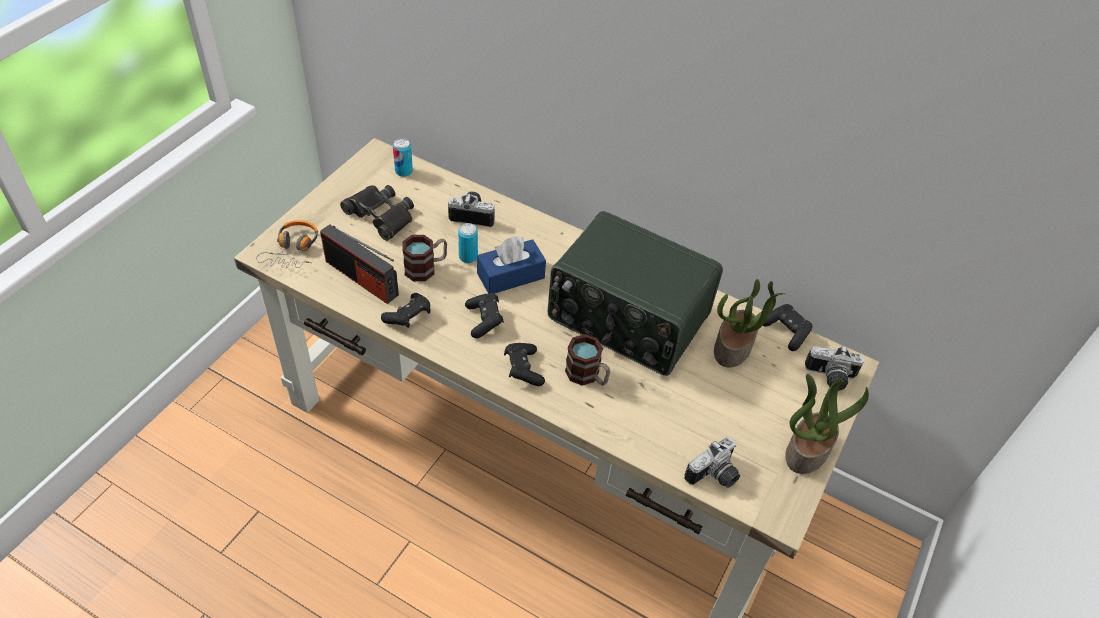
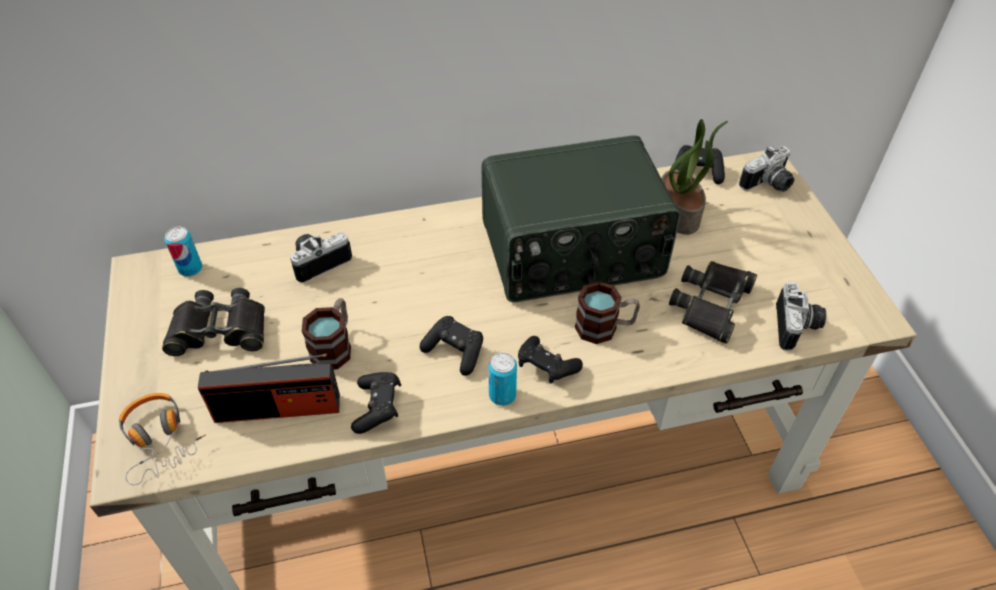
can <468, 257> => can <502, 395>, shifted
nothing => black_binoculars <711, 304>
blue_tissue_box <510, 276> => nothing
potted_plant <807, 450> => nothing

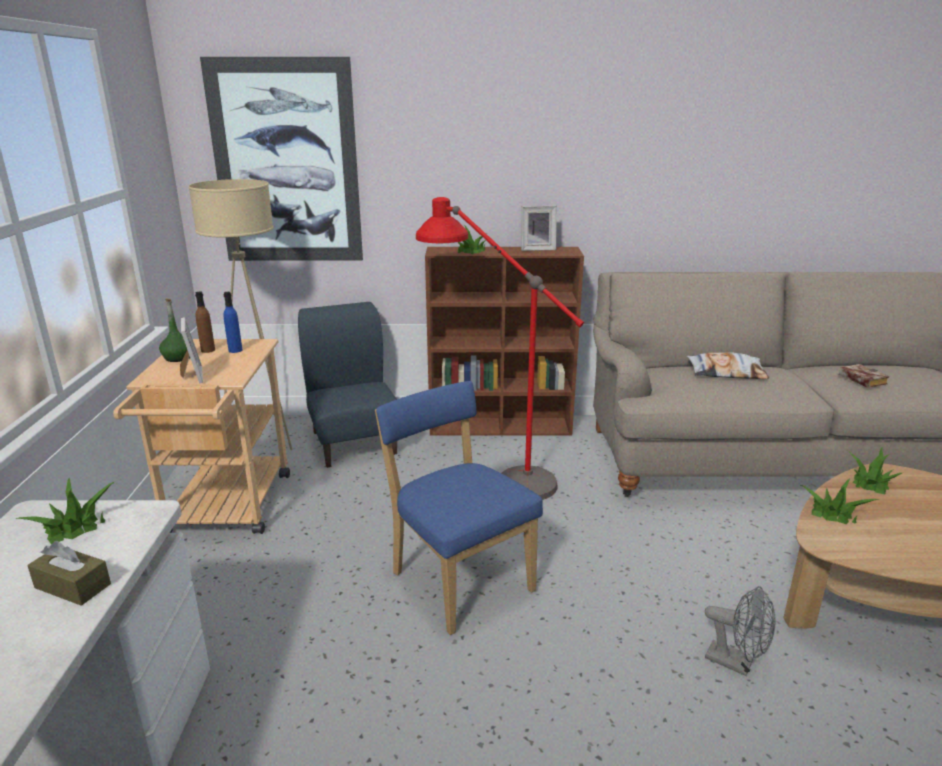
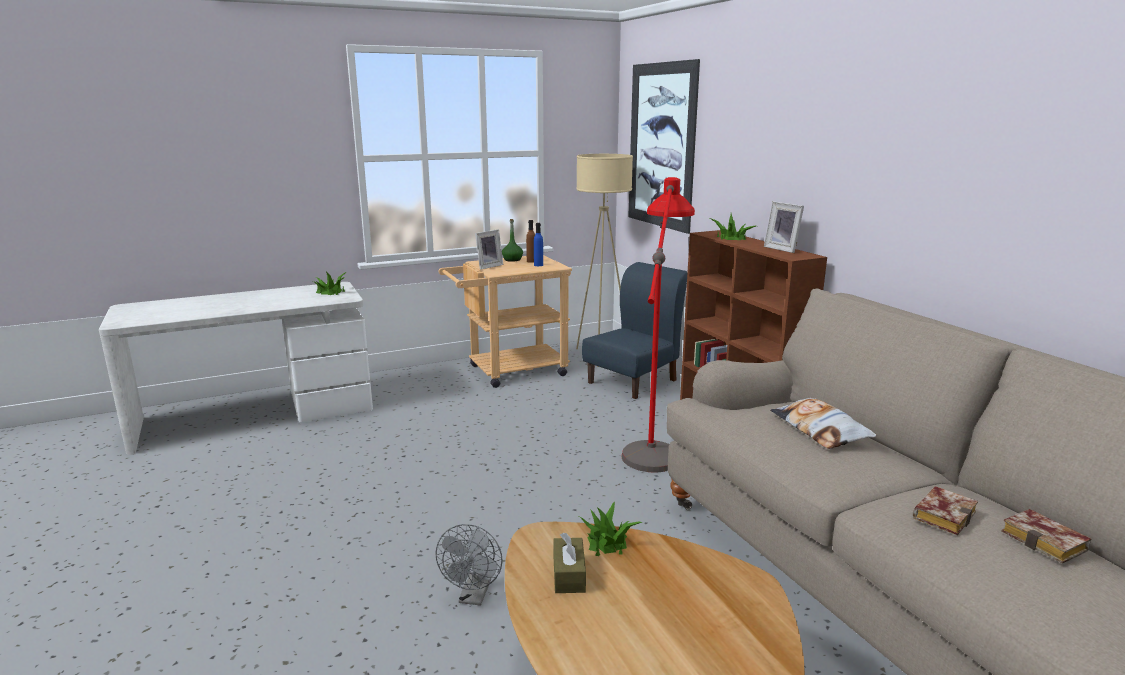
brown_tissue_box <73, 586> => brown_tissue_box <569, 575>, shifted
nothing => book <1047, 542>
blue_chair <458, 578> => nothing
potted_plant <871, 482> => nothing

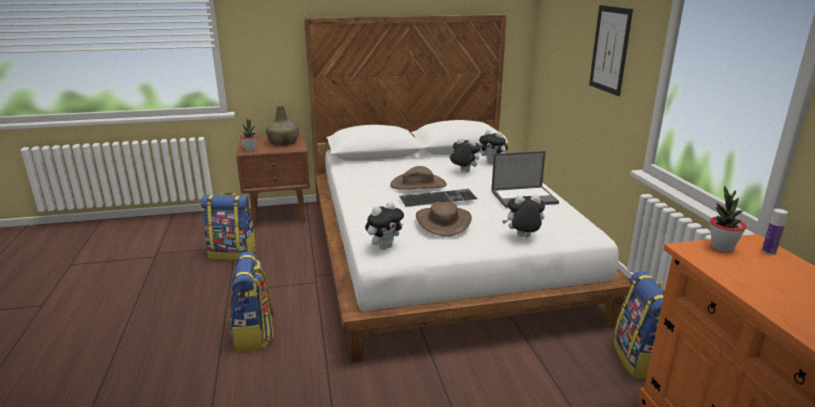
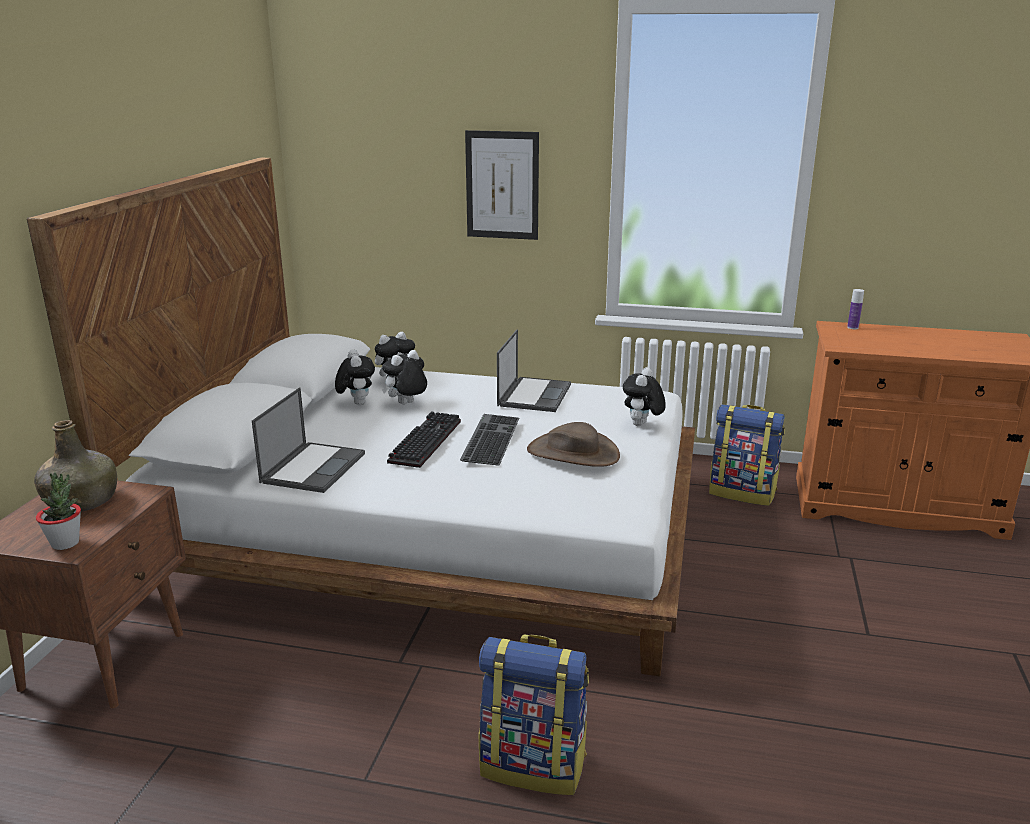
nothing => laptop <313, 467>
plush_toy <384, 247> => plush_toy <356, 403>, shifted
brown_hat <418, 185> => keyboard <424, 440>
backpack <233, 253> => nothing
potted_plant <721, 247> => nothing

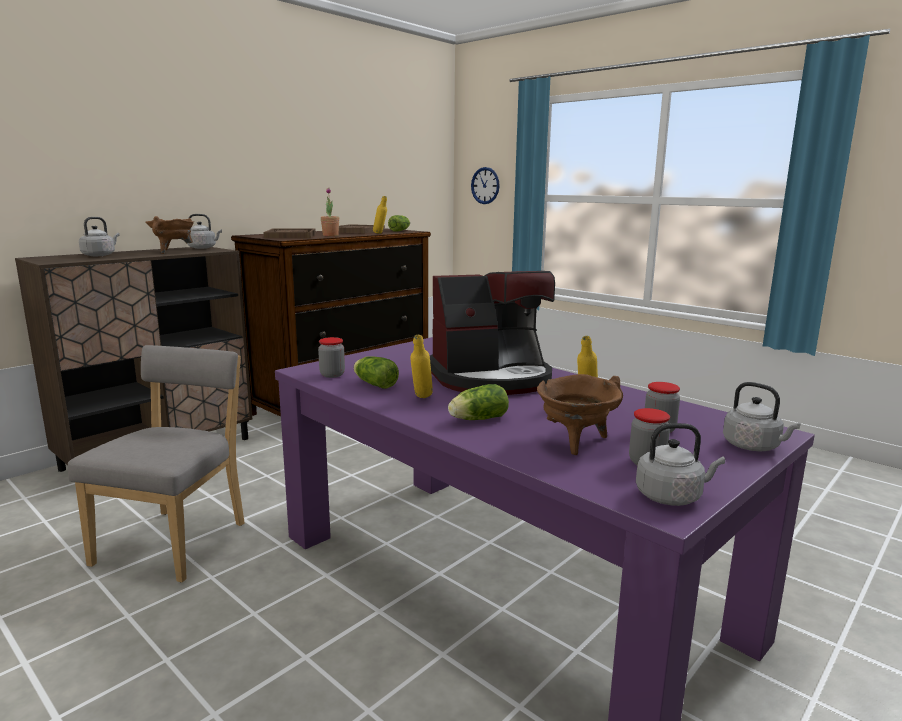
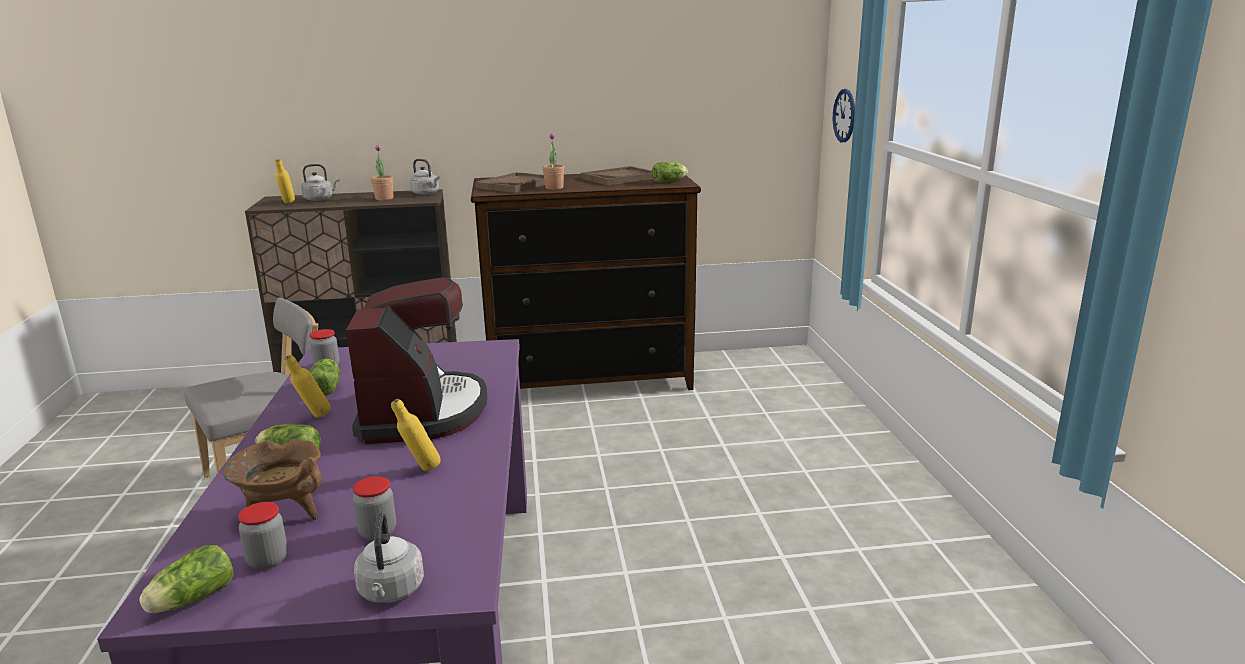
grey_kettle <671, 496> => lettuce <190, 600>
yellow_bottle <380, 233> => yellow_bottle <287, 204>, shifted
coffee_machine <491, 378> => coffee_machine <421, 412>, 120 degrees counterclockwise
brown_cooking_pot <173, 251> => potted_plant <384, 198>

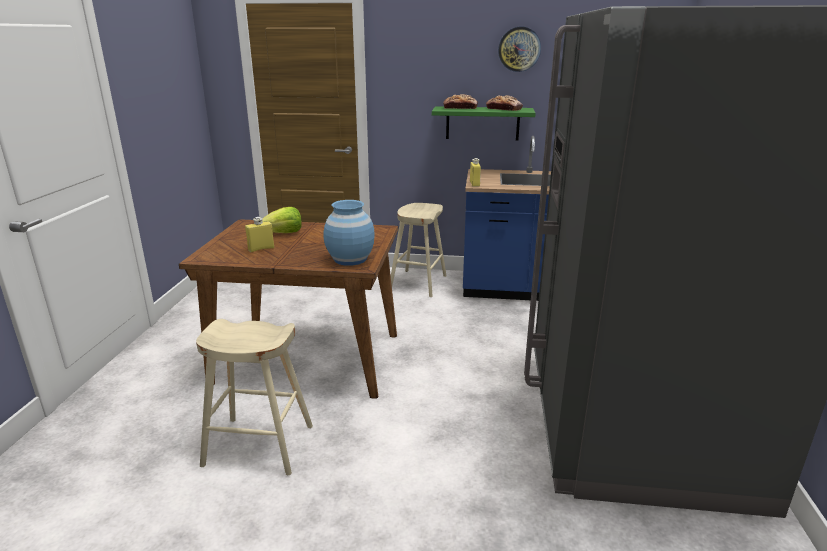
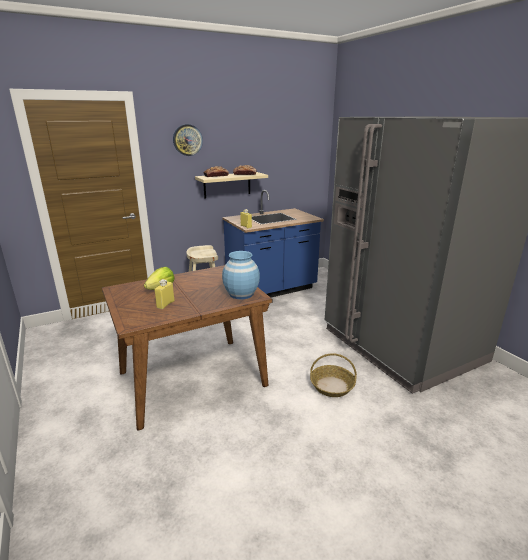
wall_clock <519, 49> => wall_clock <187, 140>, shifted
green_shelf <482, 123> => beige_shelf <227, 185>
nothing => basket <332, 386>
beige_stool <259, 445> => nothing

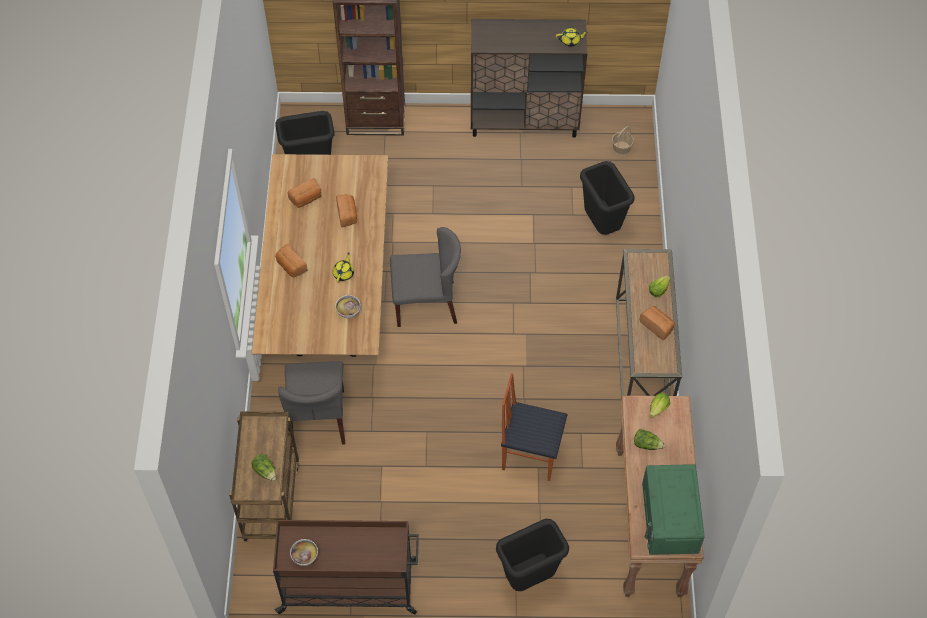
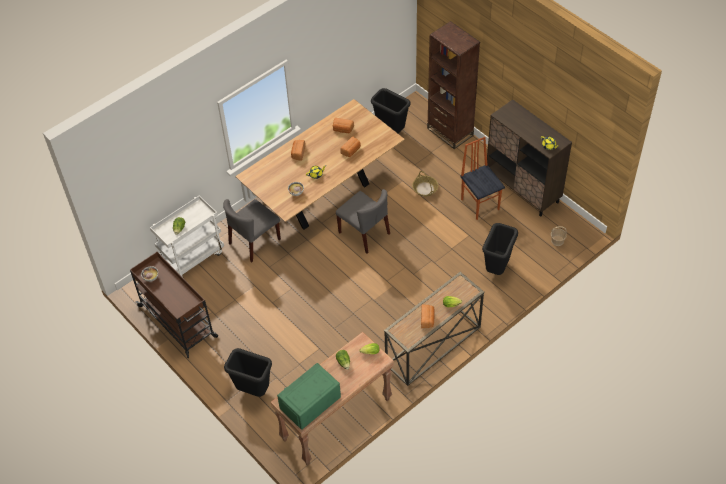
brown_cart <270, 500> => white_cart <193, 258>
nothing => basket <425, 189>
chair <530, 455> => chair <480, 204>, shifted

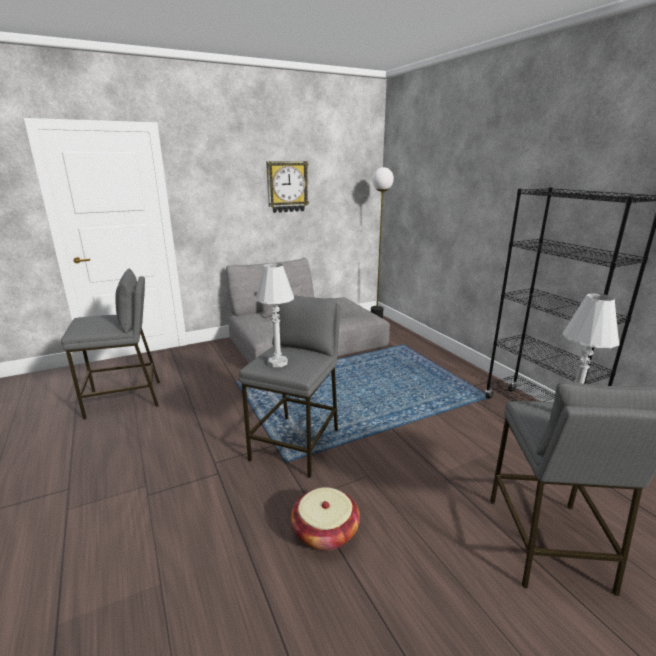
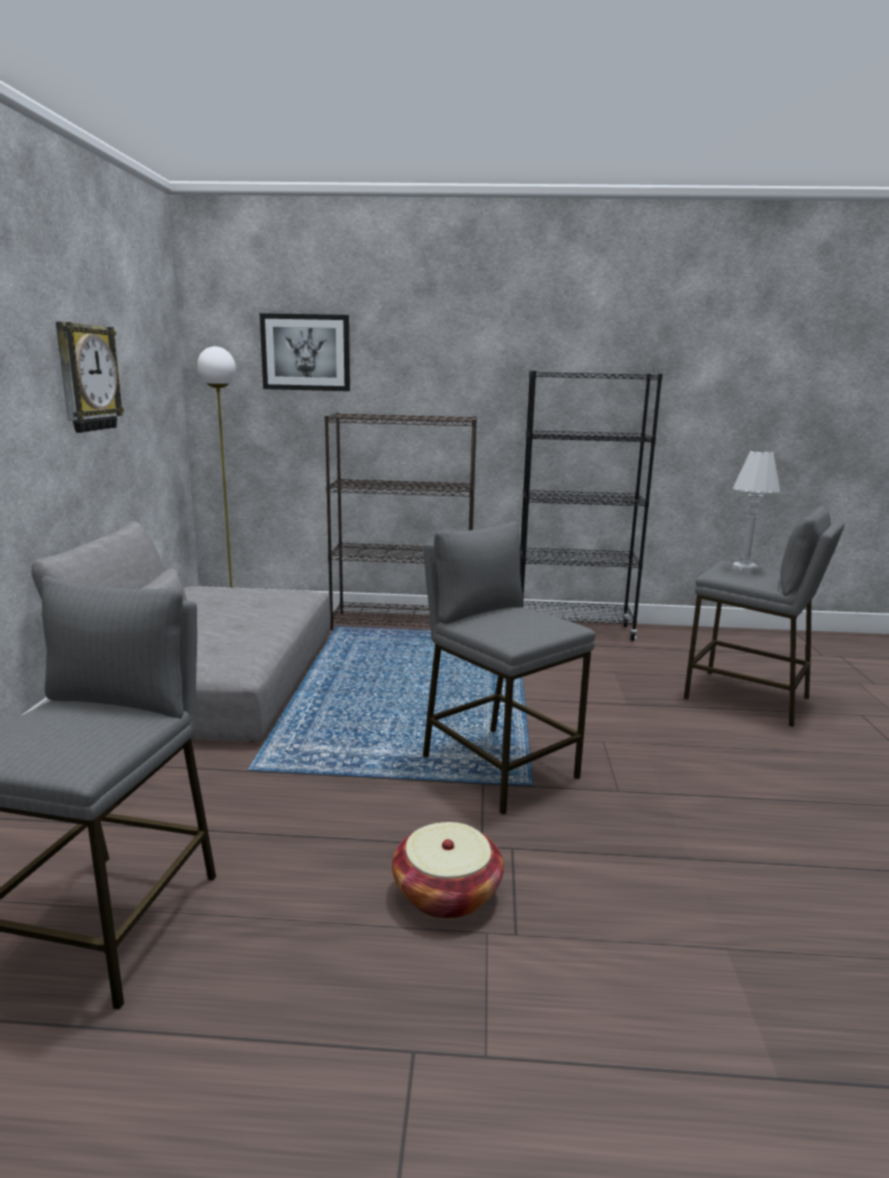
nothing => picture <306, 352>
nothing => black_bookcase <403, 624>
basket <325, 532> => basket <447, 893>, shifted
white_table_lamp <277, 363> => nothing

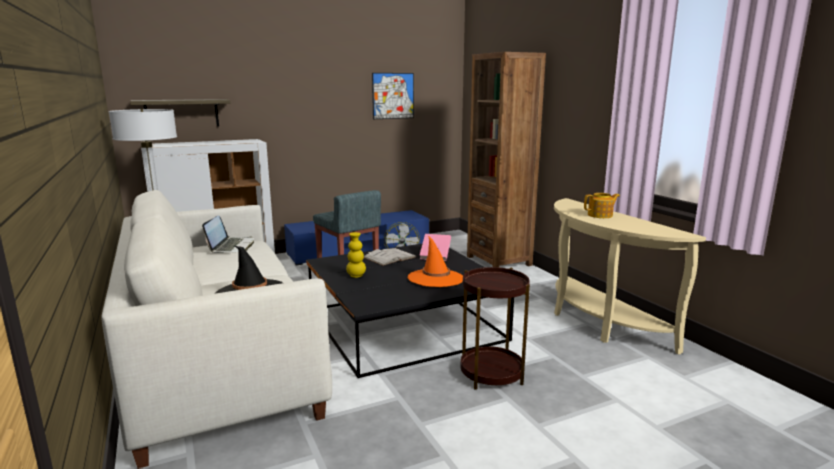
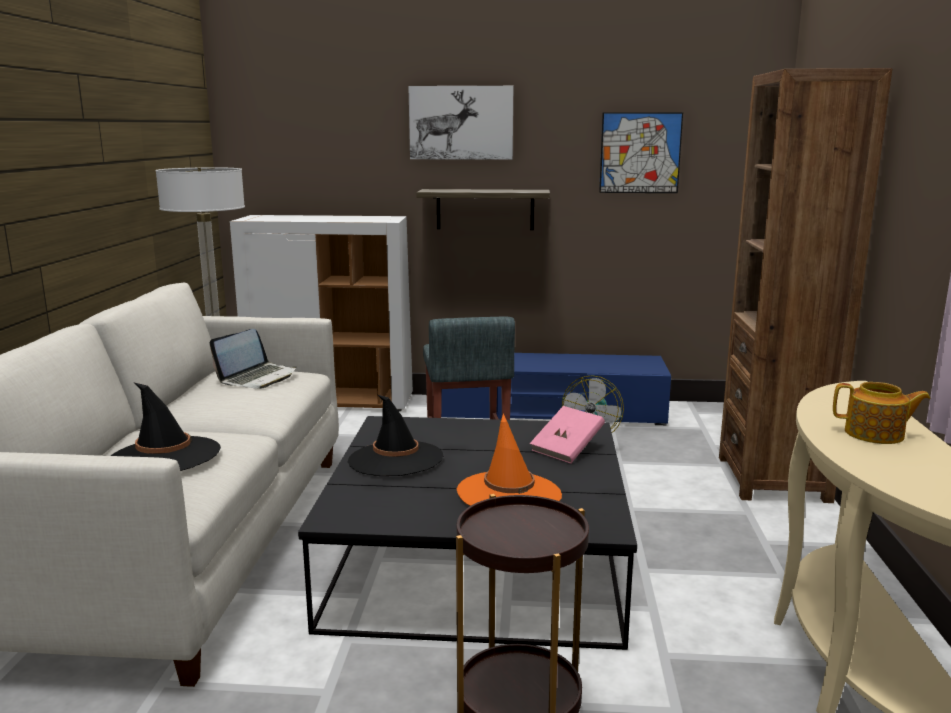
yellow_vase <356, 276> => black_hat <395, 459>
nothing => picture <461, 123>
shelf <182, 113> => shelf <485, 209>, shifted
white_book <389, 257> => nothing

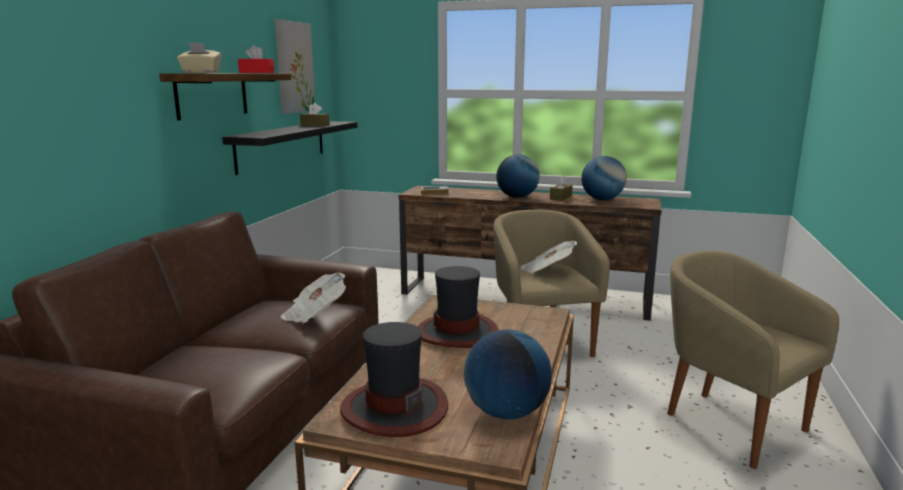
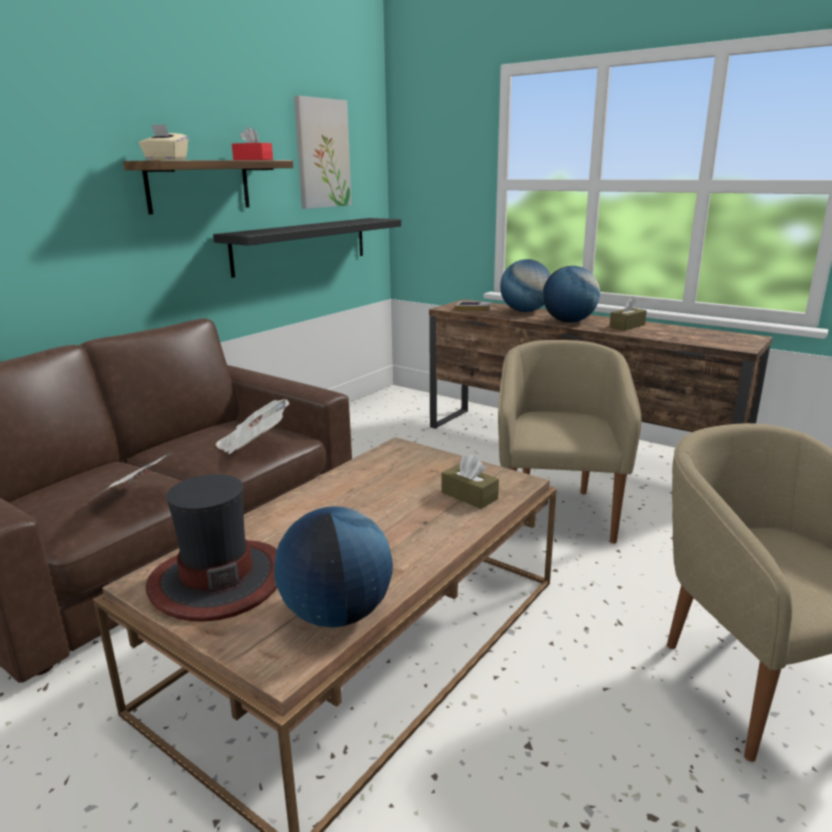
newspaper <547, 270> => newspaper <133, 497>, shifted
brown_tissue_box <315, 125> => brown_tissue_box <469, 496>, shifted
globe <602, 199> => globe <525, 311>, shifted
hat <457, 332> => nothing

